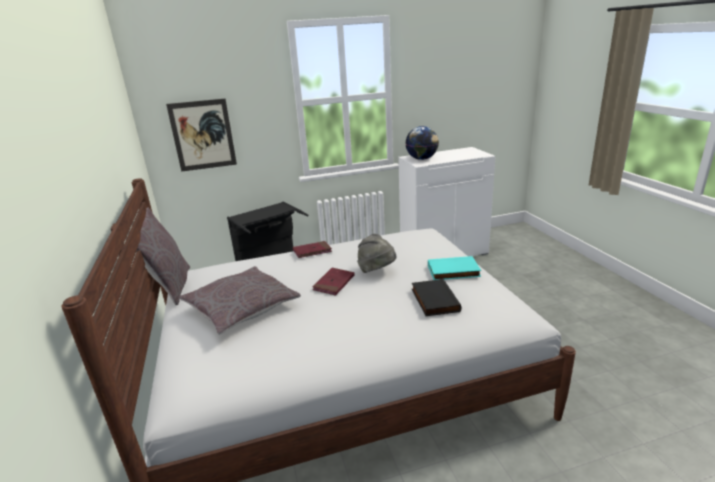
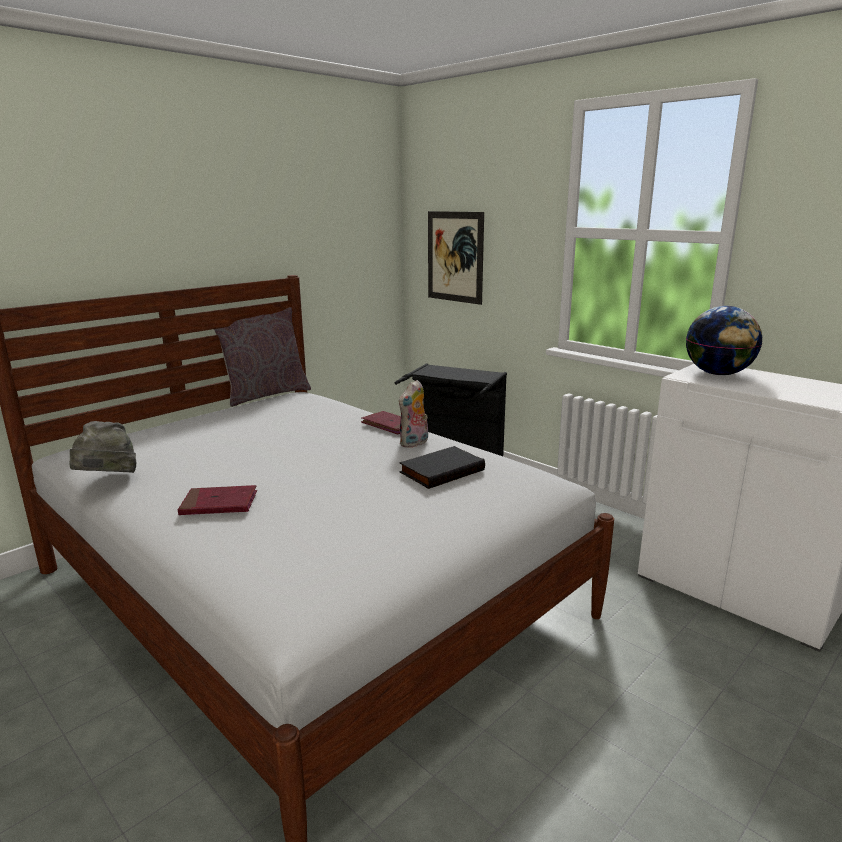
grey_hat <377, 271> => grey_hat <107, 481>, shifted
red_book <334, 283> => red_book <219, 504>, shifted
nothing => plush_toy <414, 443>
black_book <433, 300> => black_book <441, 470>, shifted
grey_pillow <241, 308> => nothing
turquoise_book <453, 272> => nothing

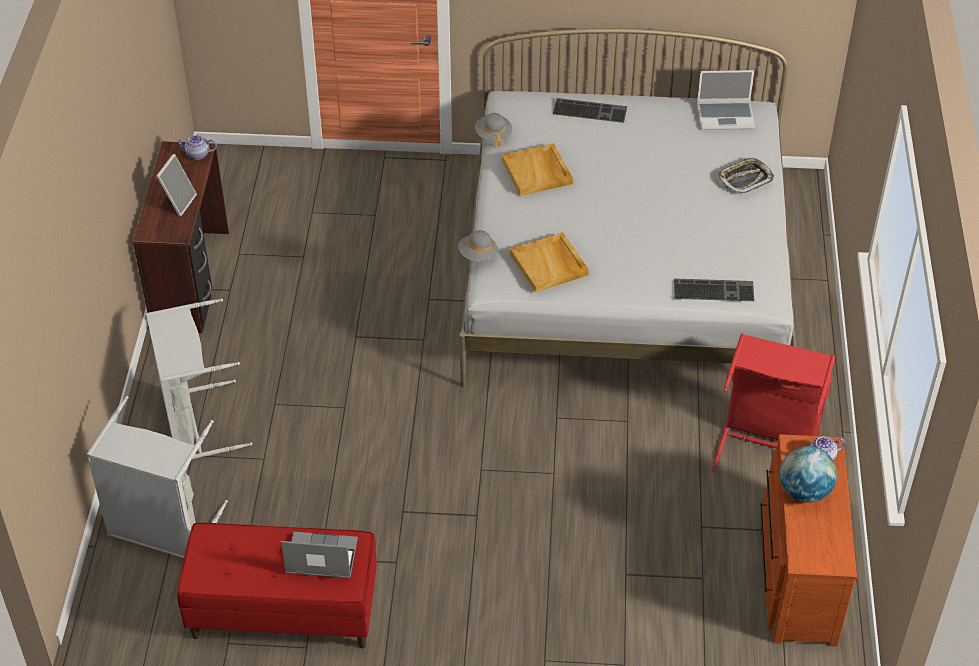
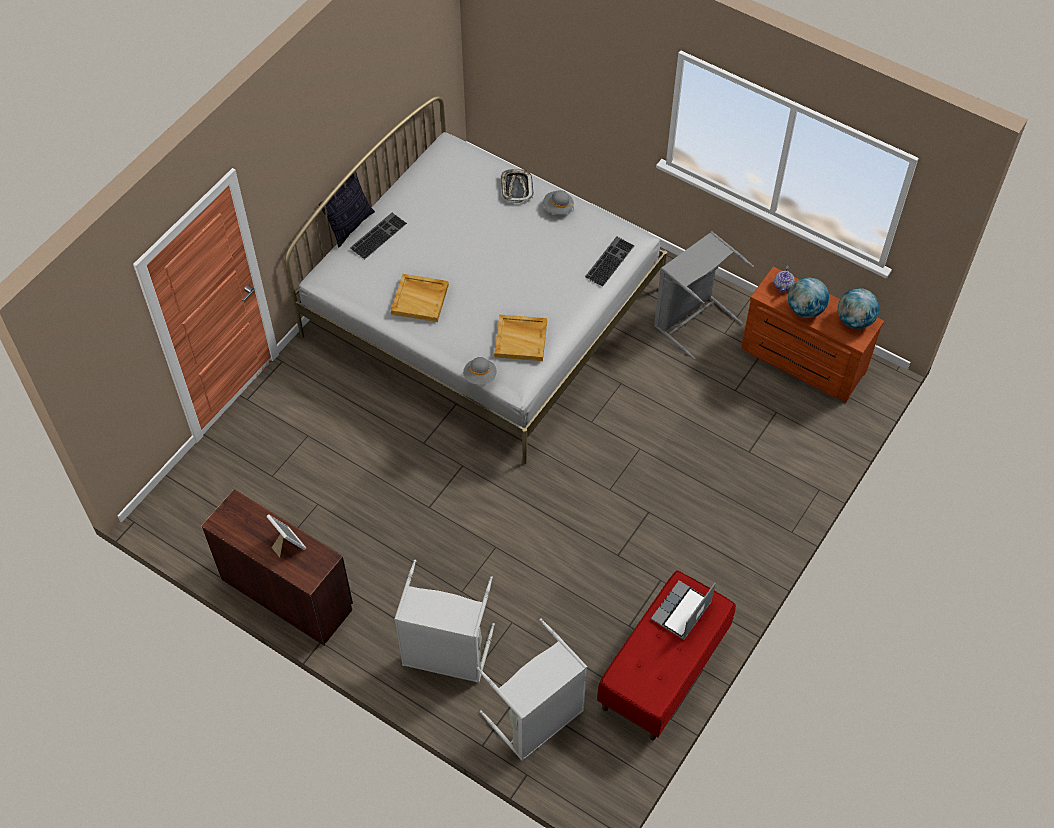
nothing => pillow <350, 226>
grey_hat <493, 135> => grey_hat <558, 208>, shifted
red_laundry_basket <767, 446> => grey_laundry_basket <691, 319>
nothing => globe <854, 320>
teapot <197, 154> => nothing
laptop <726, 116> => nothing

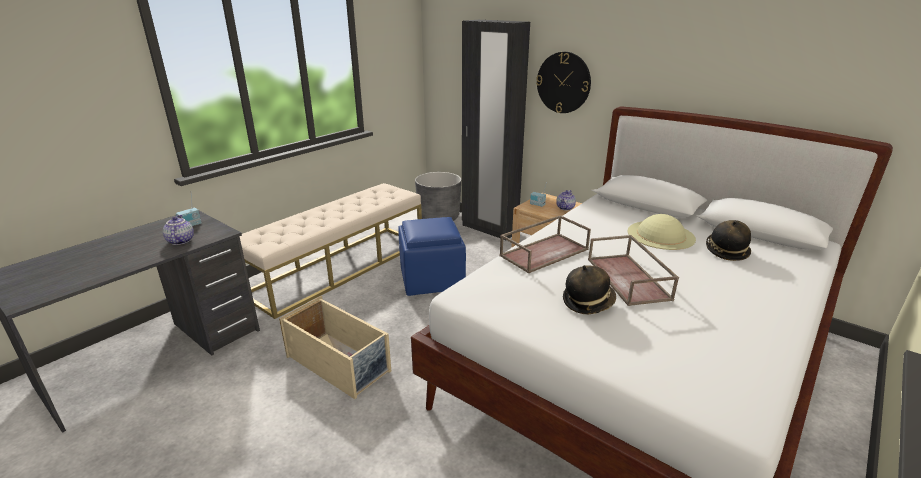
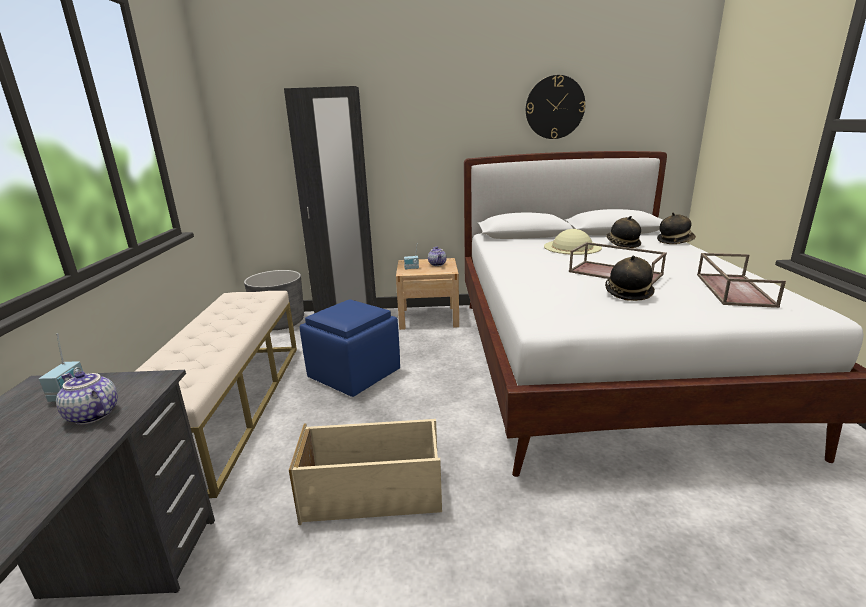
wall_clock <563, 82> => wall_clock <555, 107>, shifted
nothing => hat <675, 241>
brown_tray <544, 252> => brown_tray <732, 289>, shifted

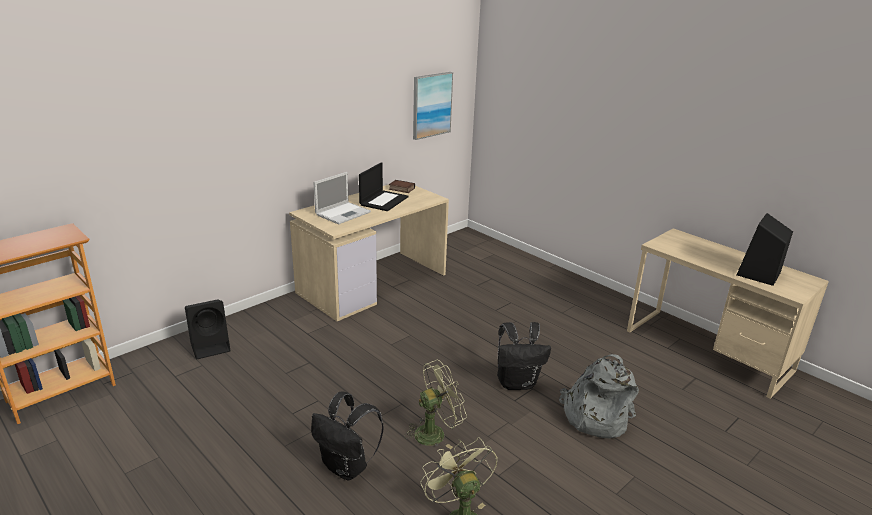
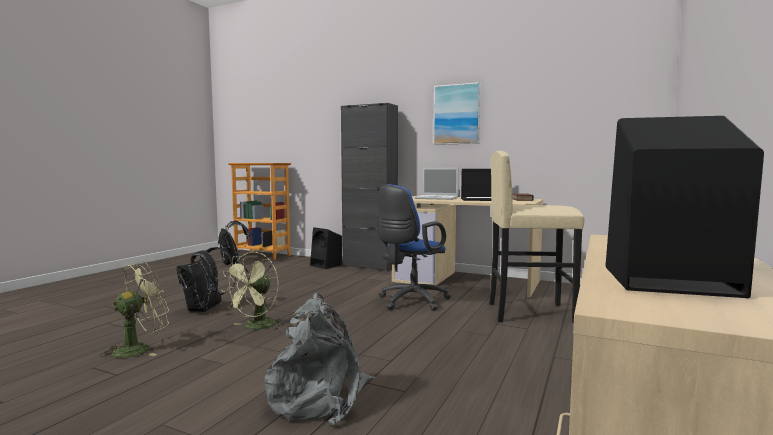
black_backpack <517, 383> => black_backpack <232, 263>, shifted
green_fan <435, 432> => green_fan <256, 327>, 75 degrees clockwise
nothing => black_cabinet <370, 266>
nothing => blue_office_chair <410, 302>
picture <431, 105> => picture <457, 114>, shifted
nothing => beige_stool <530, 312>

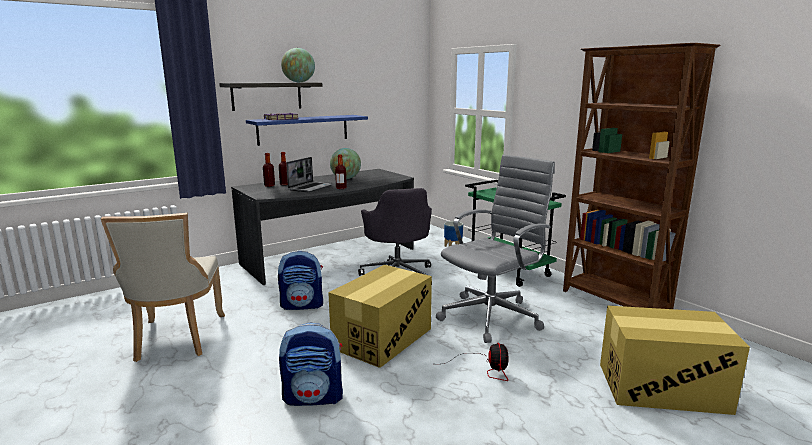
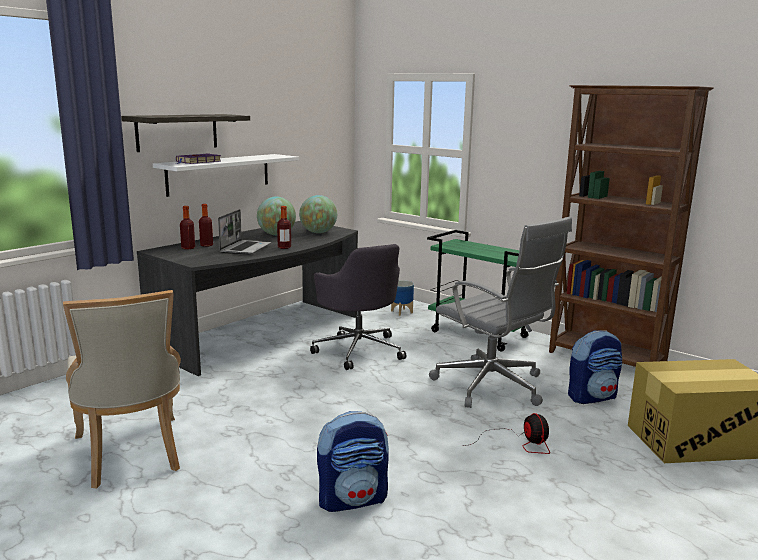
blue_shelf <303, 129> => white_shelf <219, 174>
globe <299, 82> => globe <318, 232>, shifted
grey_office_chair <492, 316> => grey_office_chair <492, 386>, 105 degrees clockwise
backpack <302, 305> => backpack <592, 397>, shifted
cardboard_box <383, 338> => nothing

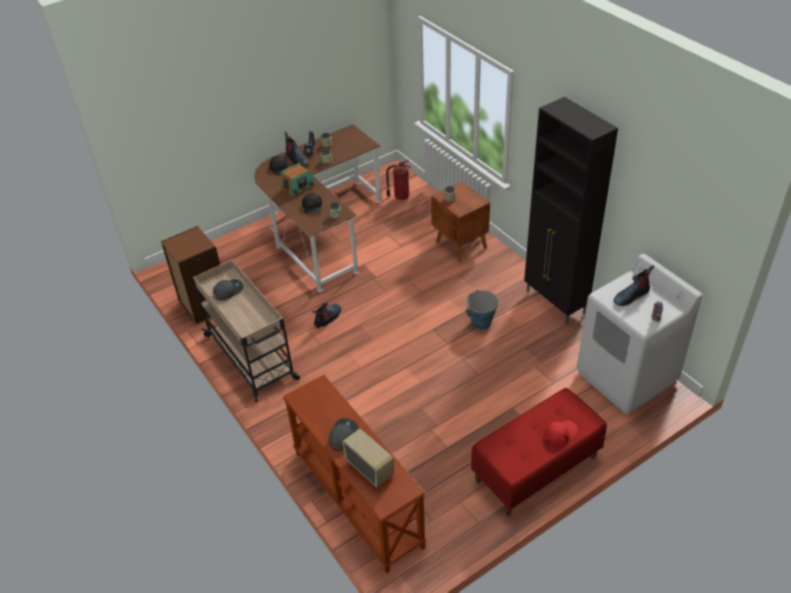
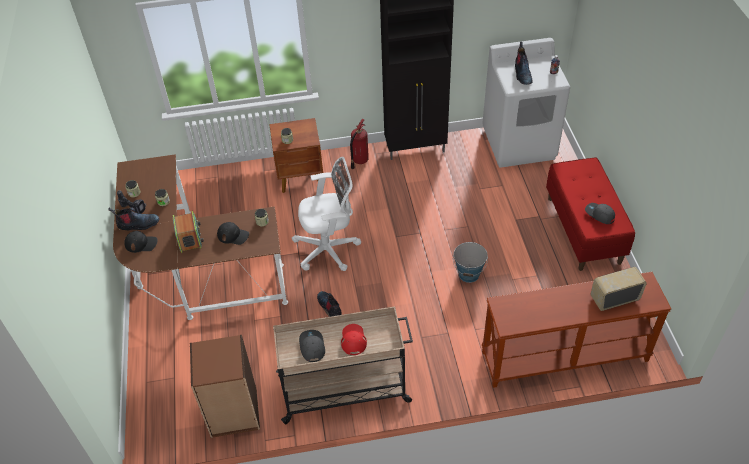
nothing => white_office_chair <329, 249>
red_cap <560, 433> => red_cap <353, 340>, shifted
fire_extinguisher <400, 196> => fire_extinguisher <359, 160>, shifted
bucket <481, 322> => bucket <469, 274>, shifted
grey_cap <343, 435> => grey_cap <599, 215>, shifted

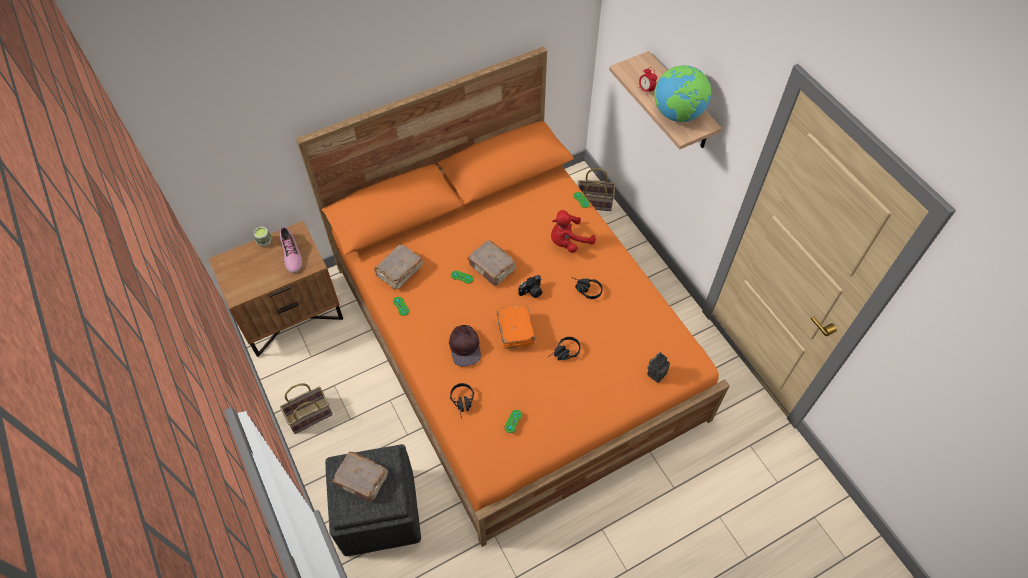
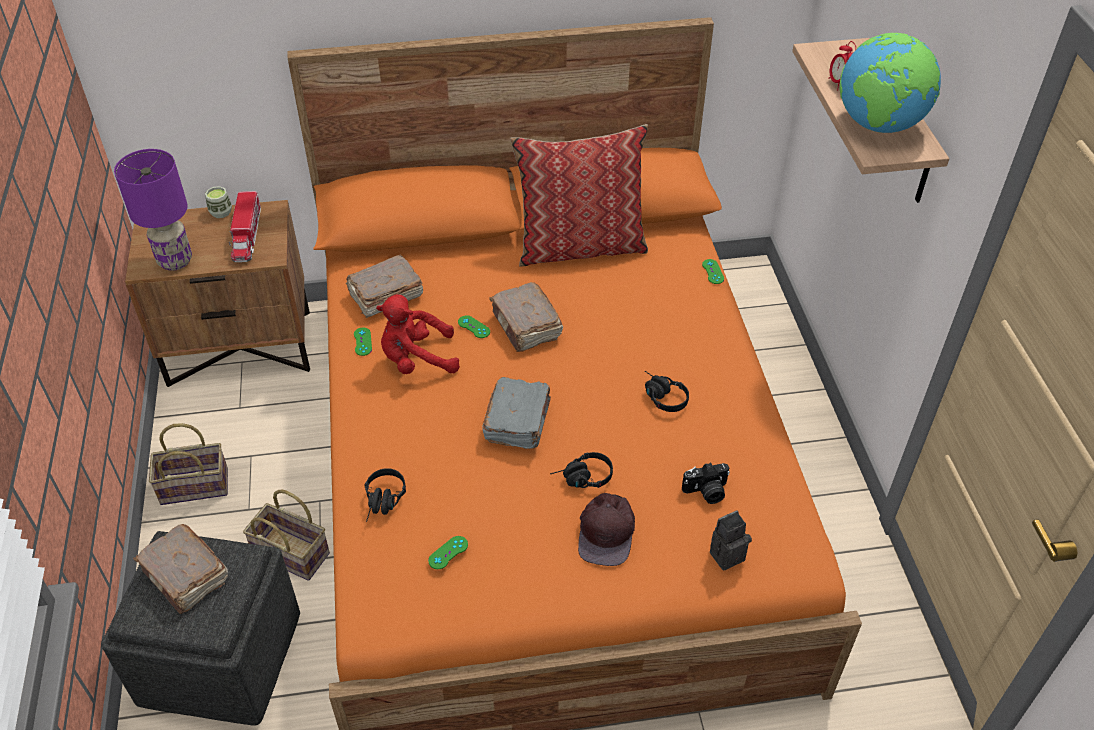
nothing => purple_table_lamp <175, 261>
shoe <290, 254> => toy_truck <247, 235>
basket <595, 202> => basket <293, 553>, shifted
red_plush_toy <568, 241> => red_plush_toy <417, 360>, shifted
orange_book <515, 330> => grey_book <518, 421>
nothing => pillow <580, 246>
brown_cap <465, 346> => brown_cap <607, 532>, shifted
photo_camera <532, 292> => photo_camera <706, 492>, shifted

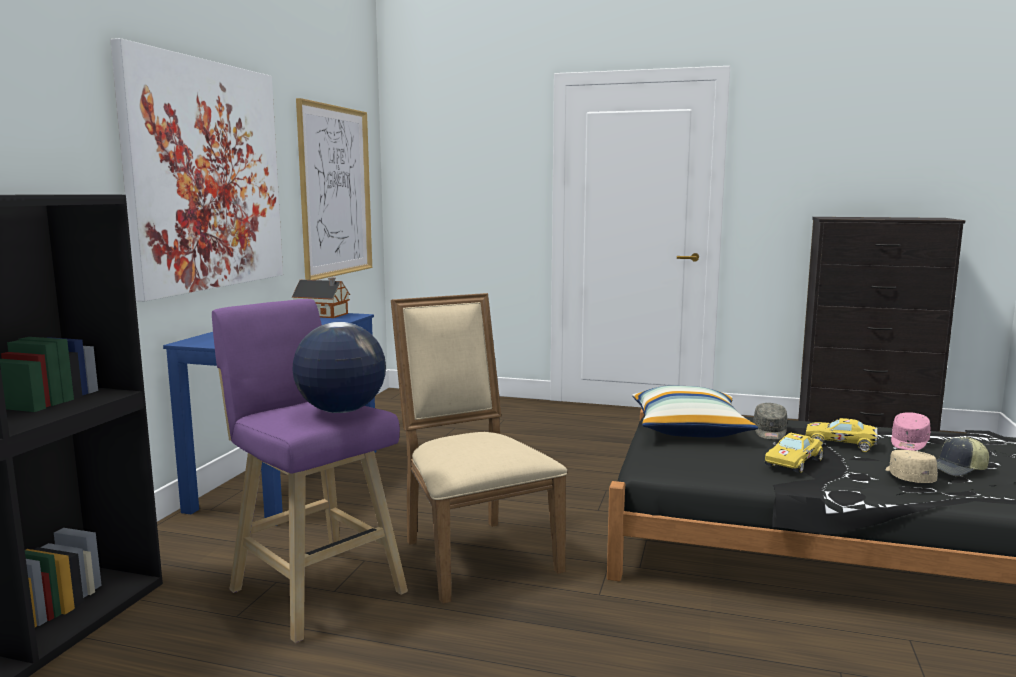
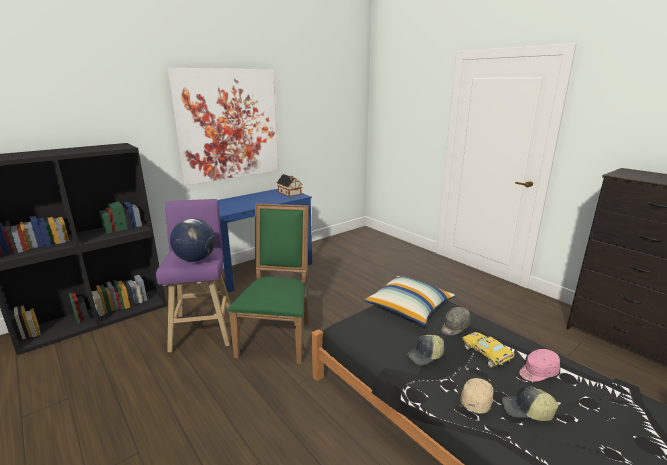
beige_chair <473, 553> => green_chair <278, 336>
yellow_toy_car <793, 461> => cap <425, 356>
picture <335, 191> => nothing

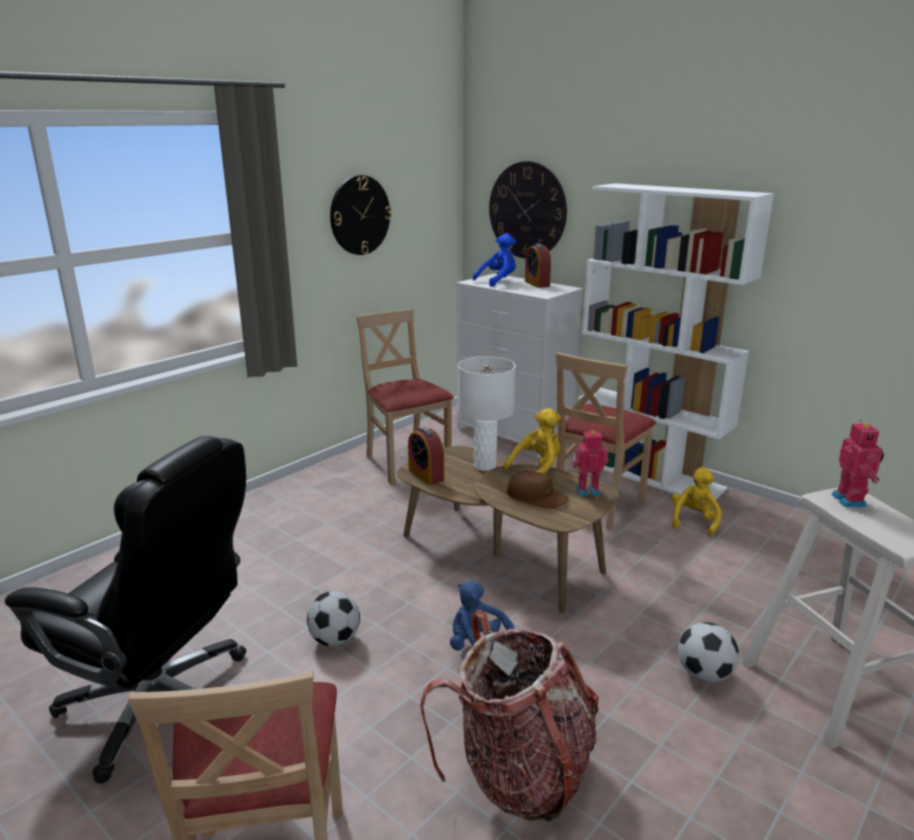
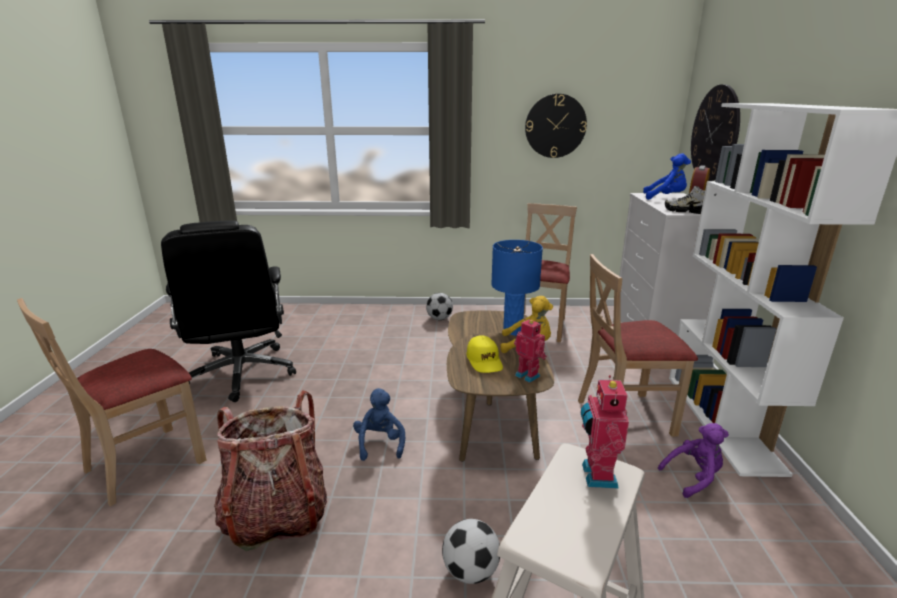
football <335, 640> => football <439, 319>, shifted
brown_cap <537, 497> => yellow_cap <484, 361>
white_table_lamp <485, 466> => blue_table_lamp <512, 332>
toy_robot <851, 500> => toy_robot <596, 475>, 135 degrees clockwise
yellow_plush_toy <694, 521> => purple_plush_toy <693, 477>
nothing => shoe <685, 211>
alarm_clock <426, 475> => nothing

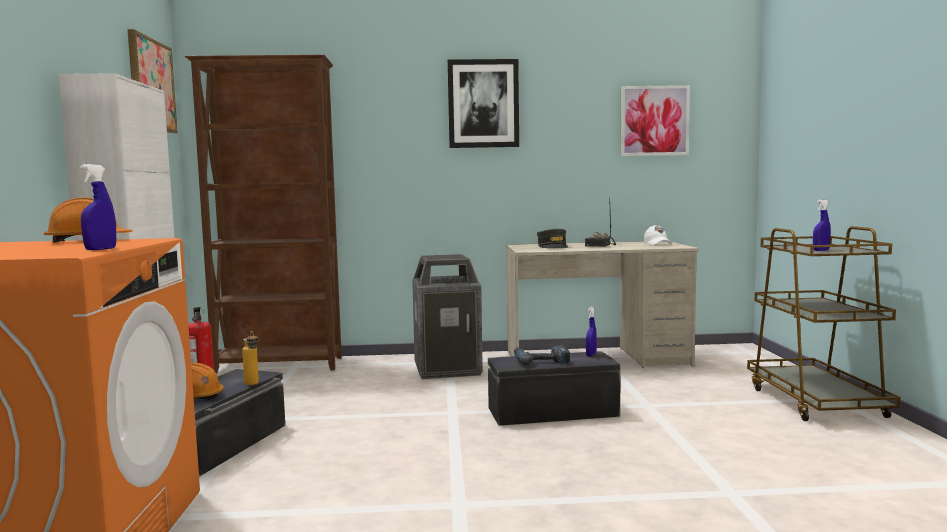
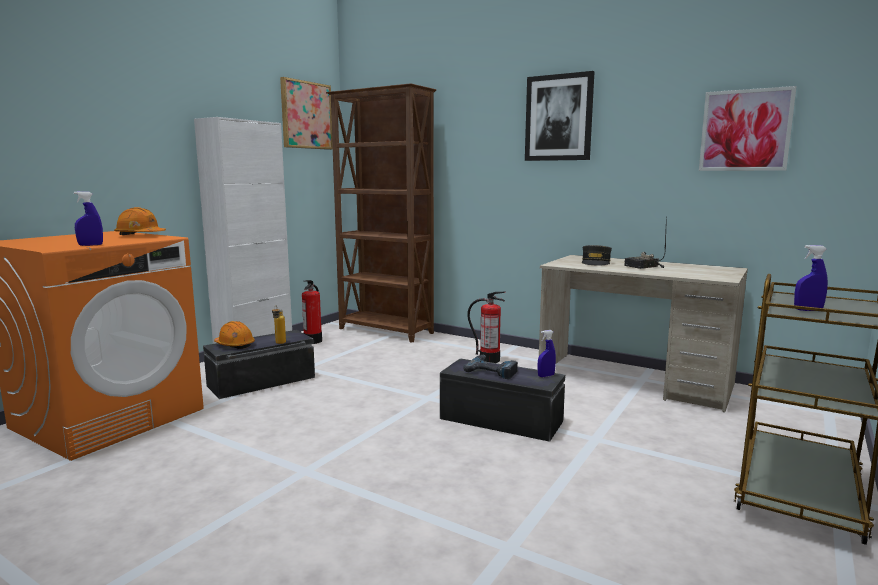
trash_can <448, 369> => fire_extinguisher <489, 360>
white_cap <657, 244> => nothing

